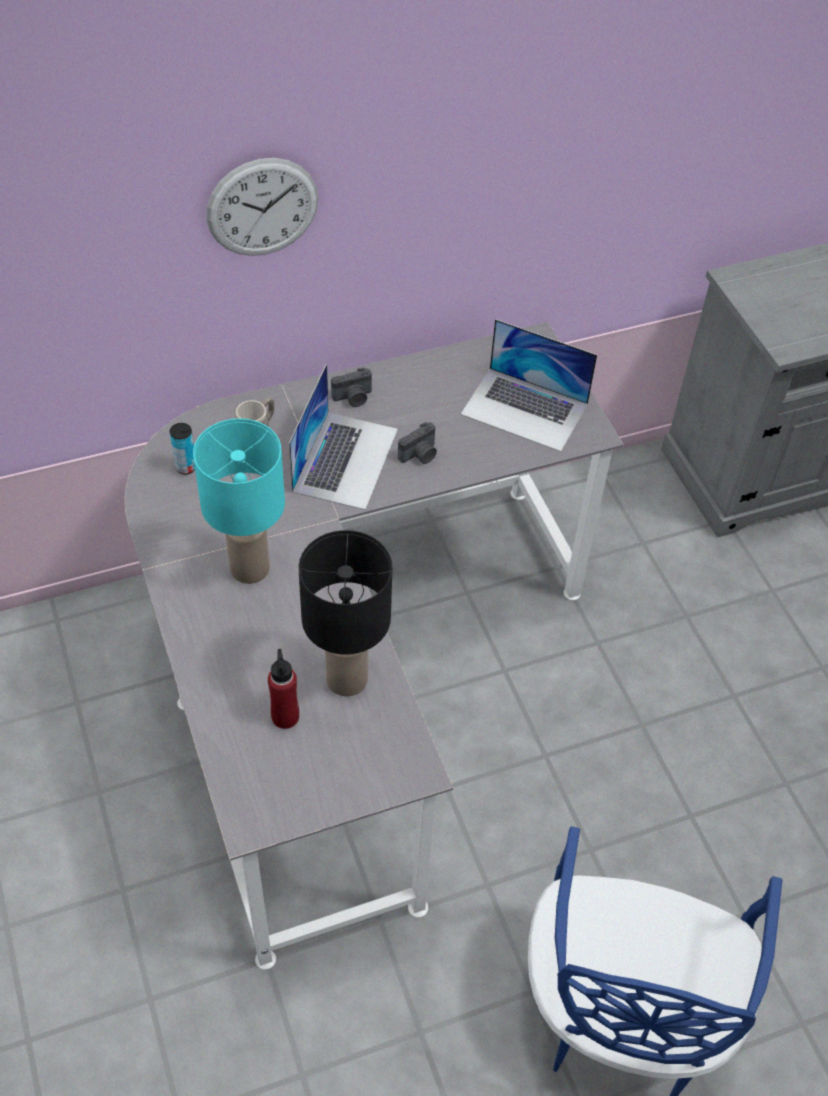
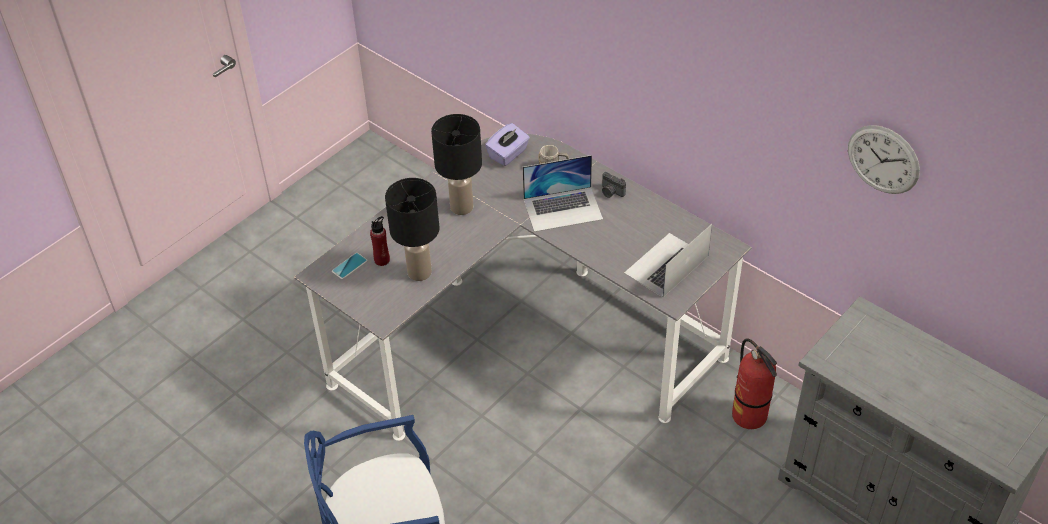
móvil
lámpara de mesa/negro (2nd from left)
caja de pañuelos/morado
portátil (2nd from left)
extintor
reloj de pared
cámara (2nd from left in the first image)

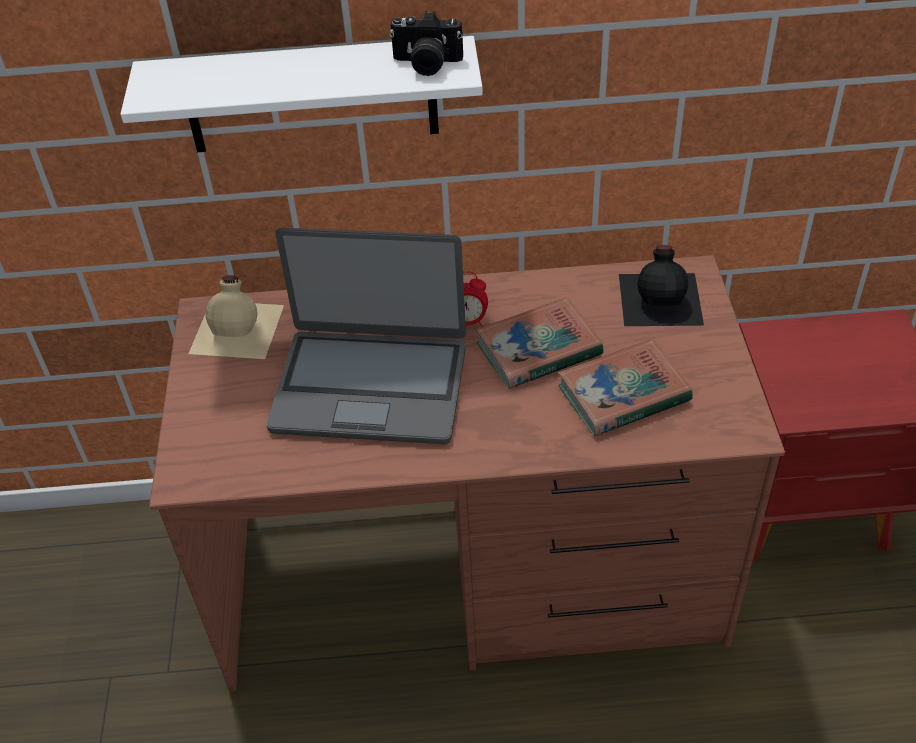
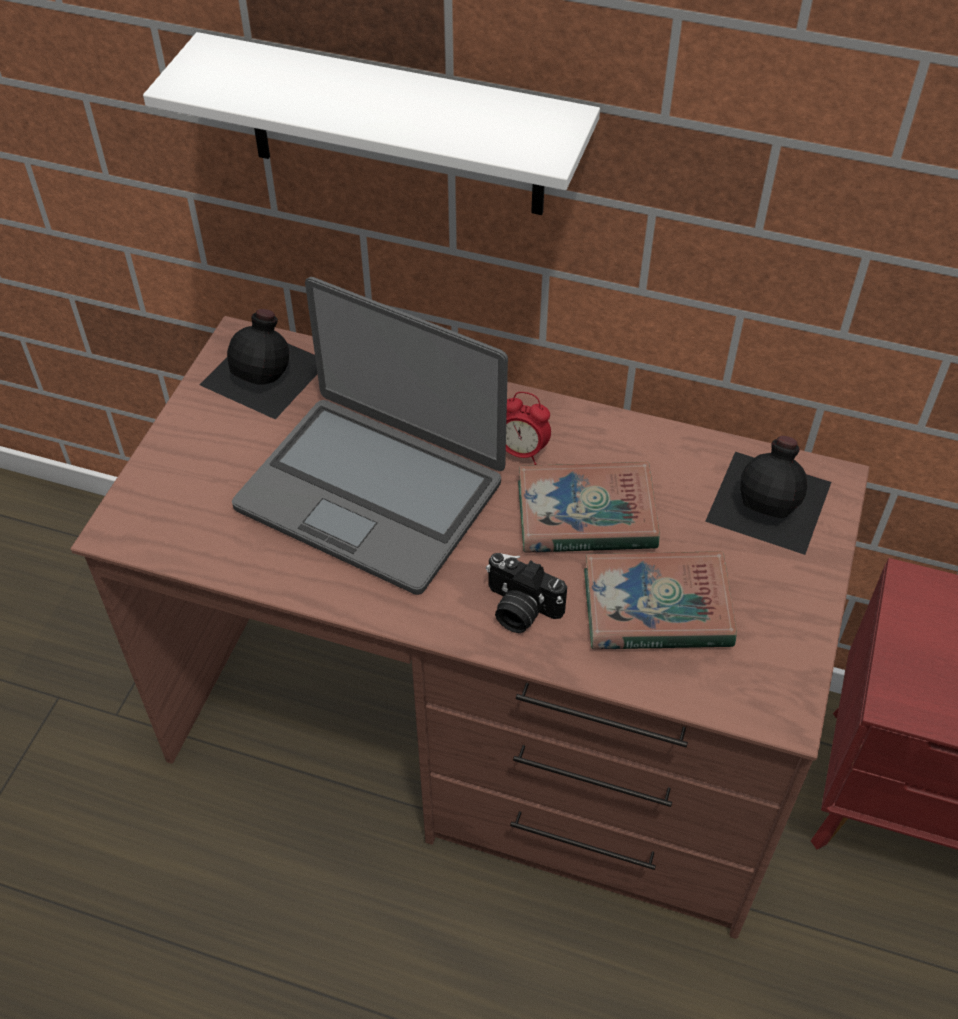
botella/negro (1st from left)
cámara

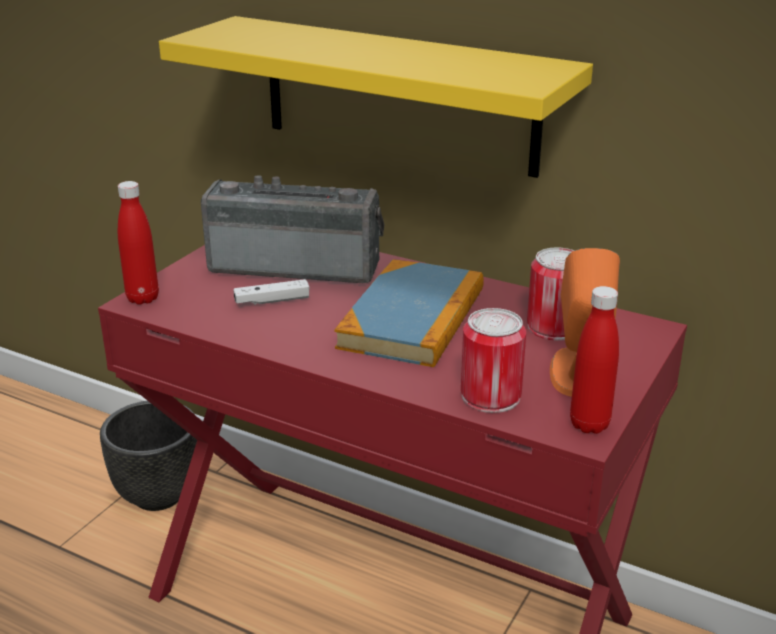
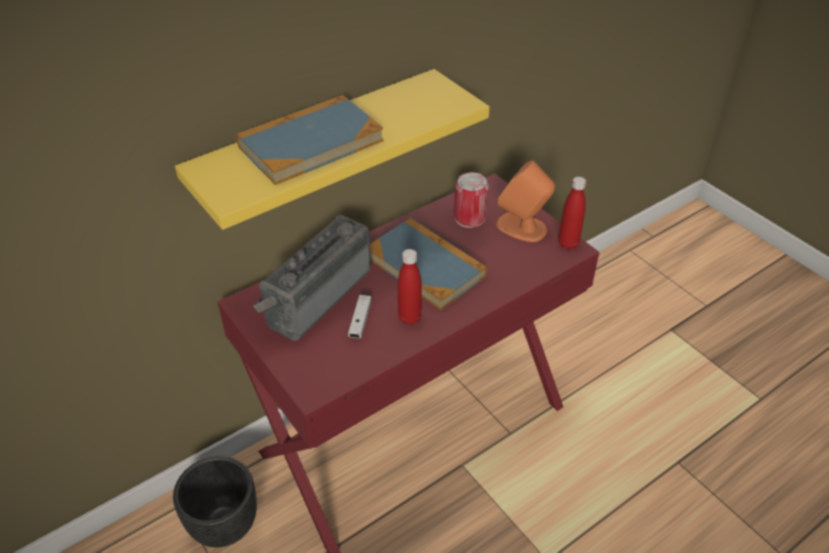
libro (1st from left)
botella/rojo (1st from left)
lata (1st from left in the first image)

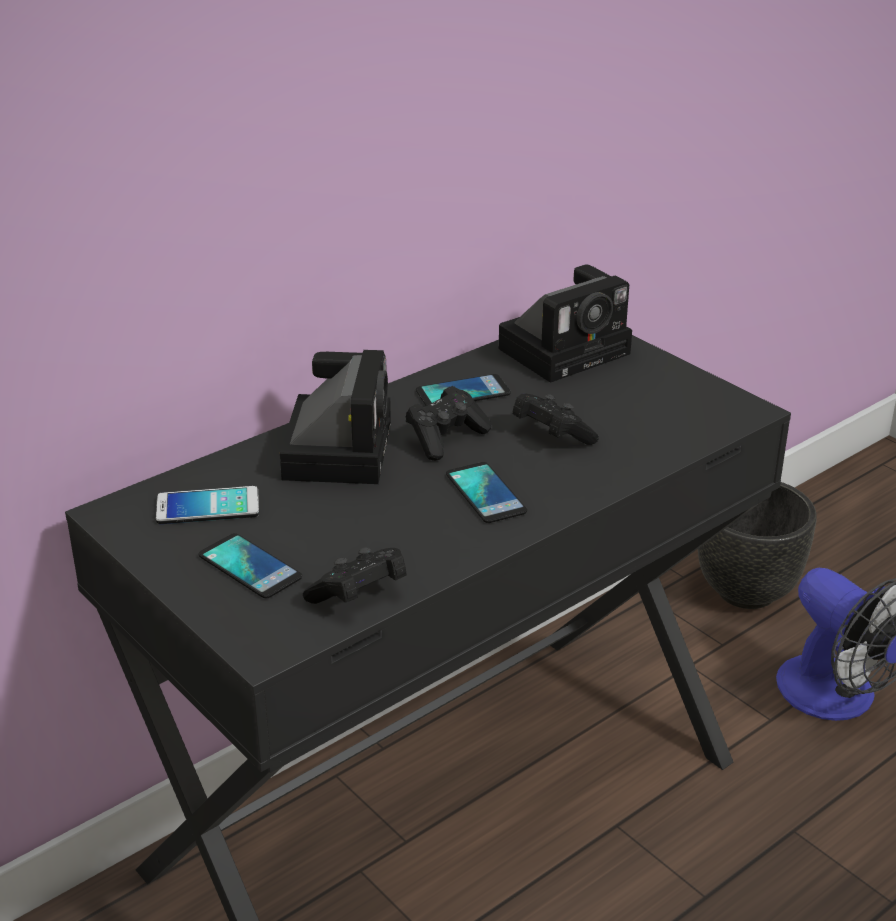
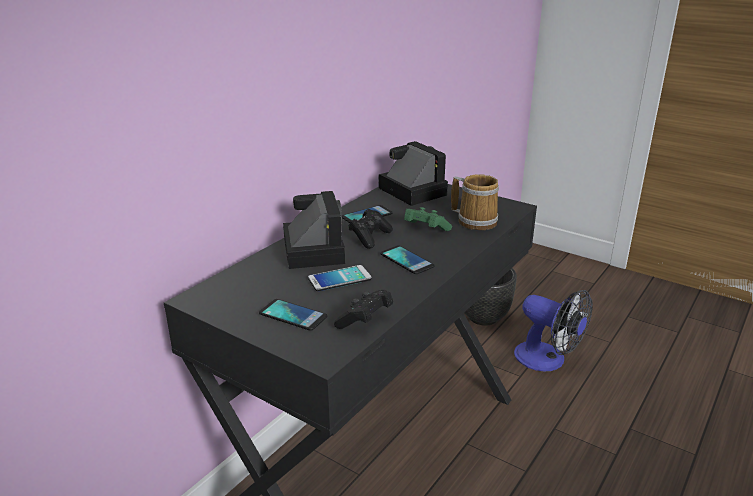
móvil (2nd from left)
cámara (2nd from left)
mando de consola/verde
taza grande

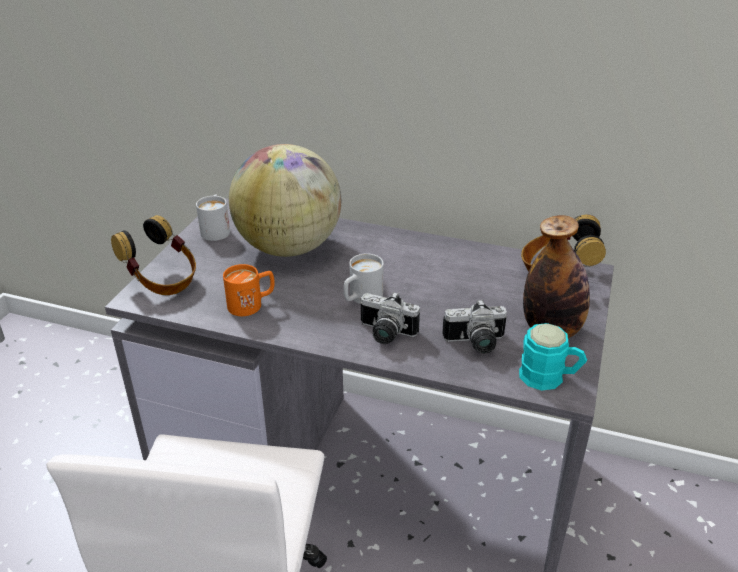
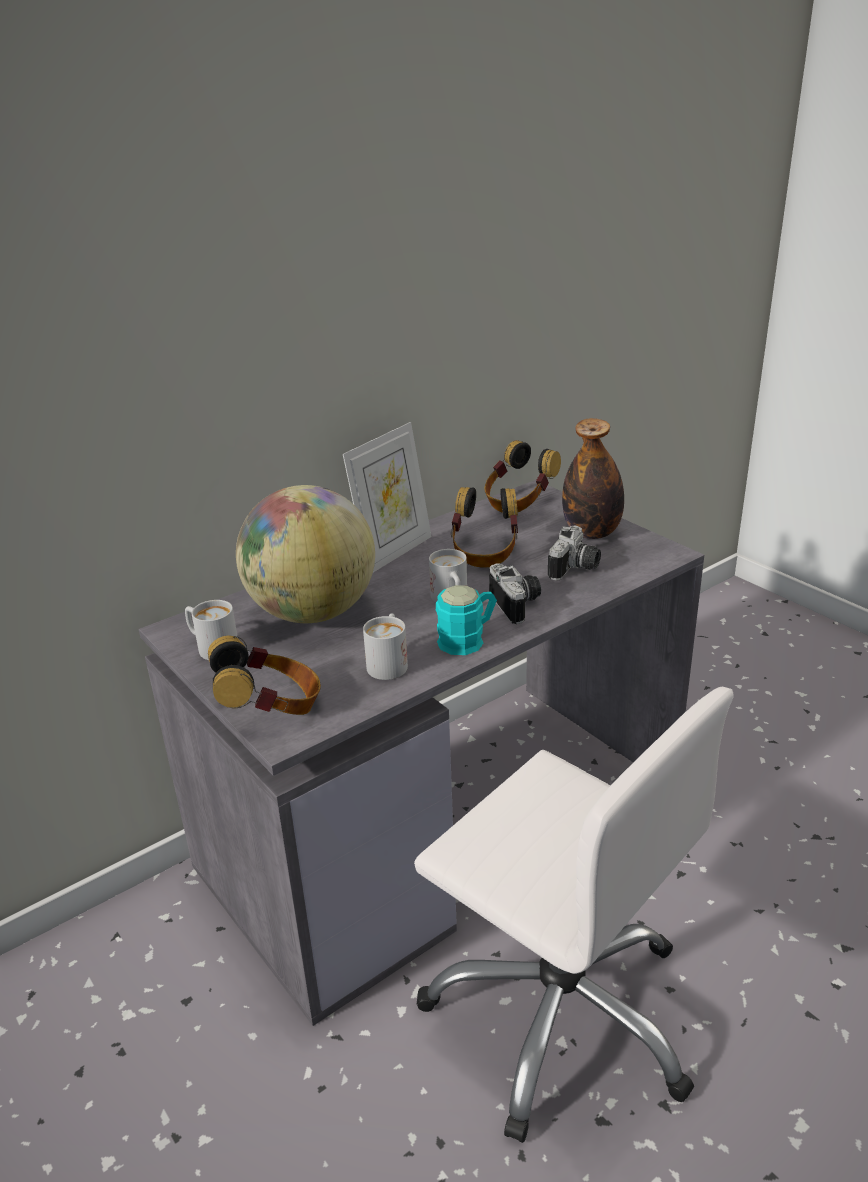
portarretratos
taza grande/blanco (2nd from left)
taza grande/turquesa
auriculares (2nd from left)
cámara (1st from left)

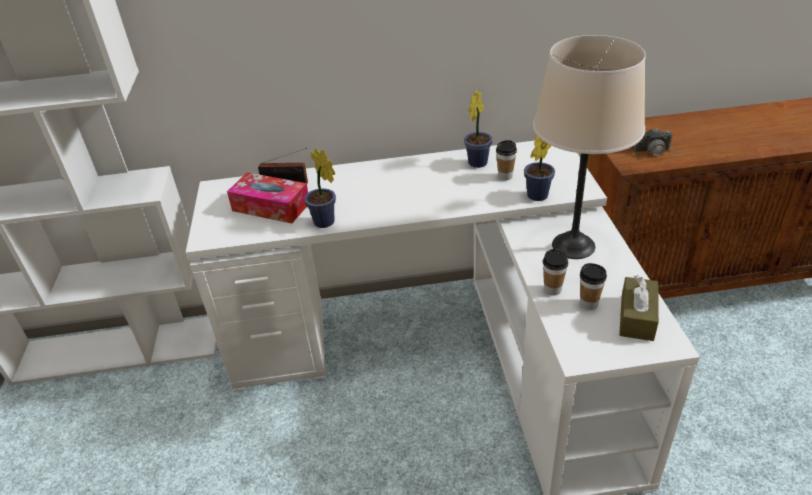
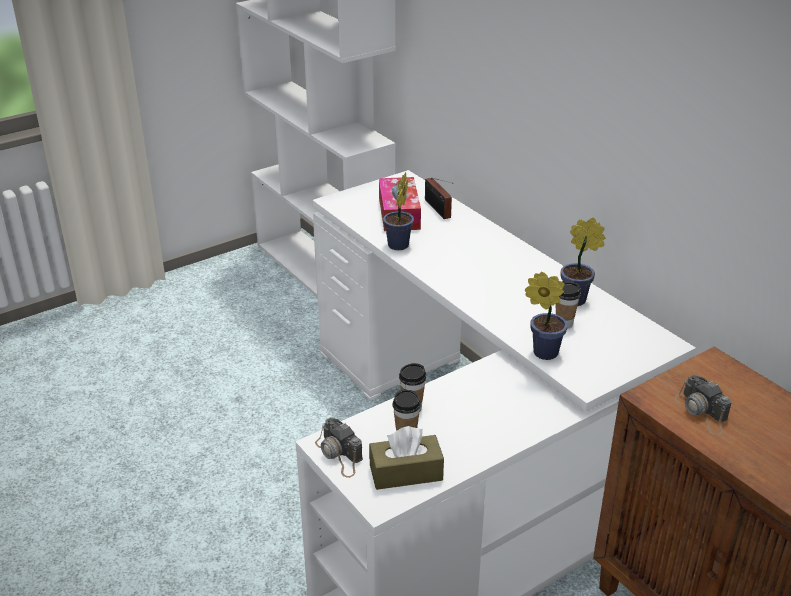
cámara (1st from left)
lámpara de mesa/beis

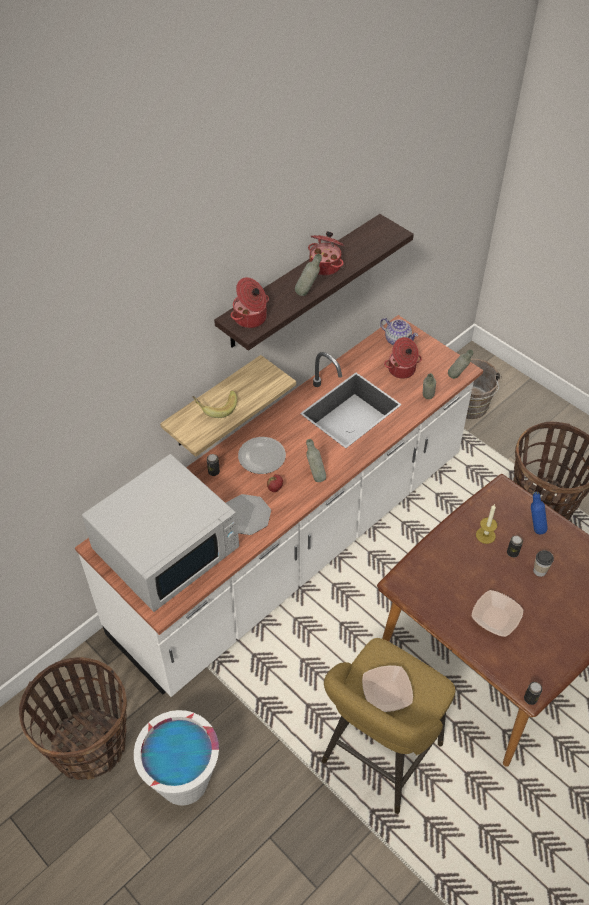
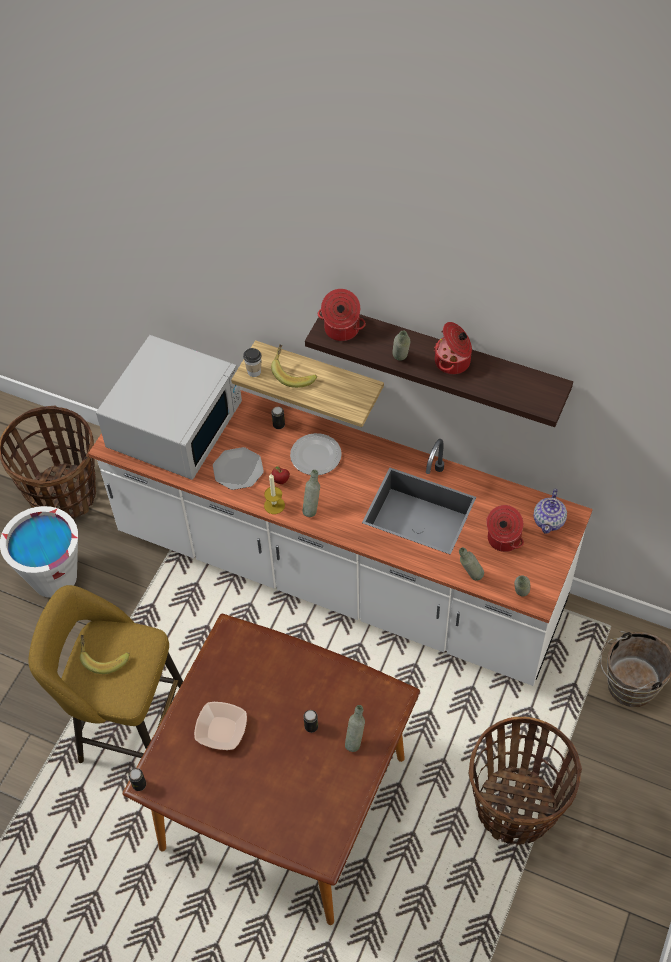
plátano (1st from left)
microondas/blanco
taza
vela
botella/gris (2nd from left)

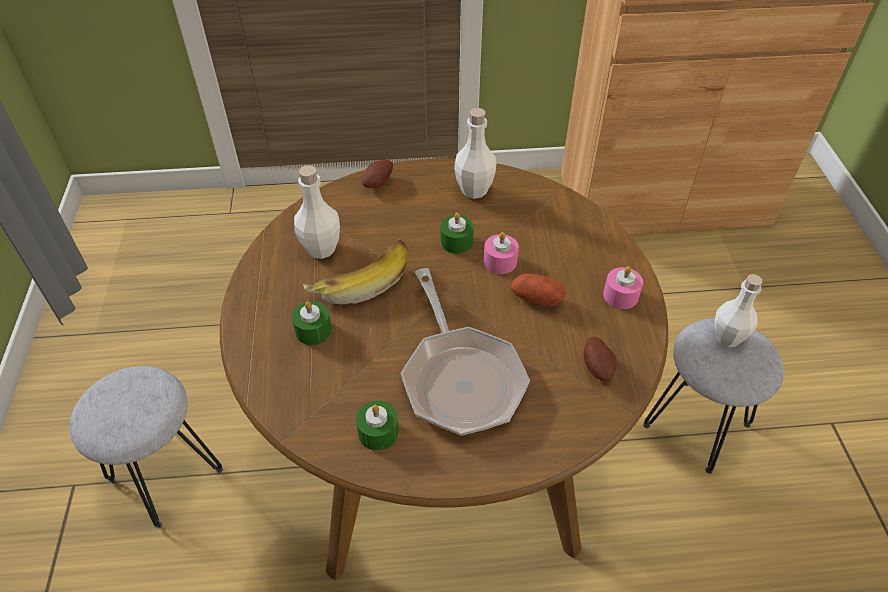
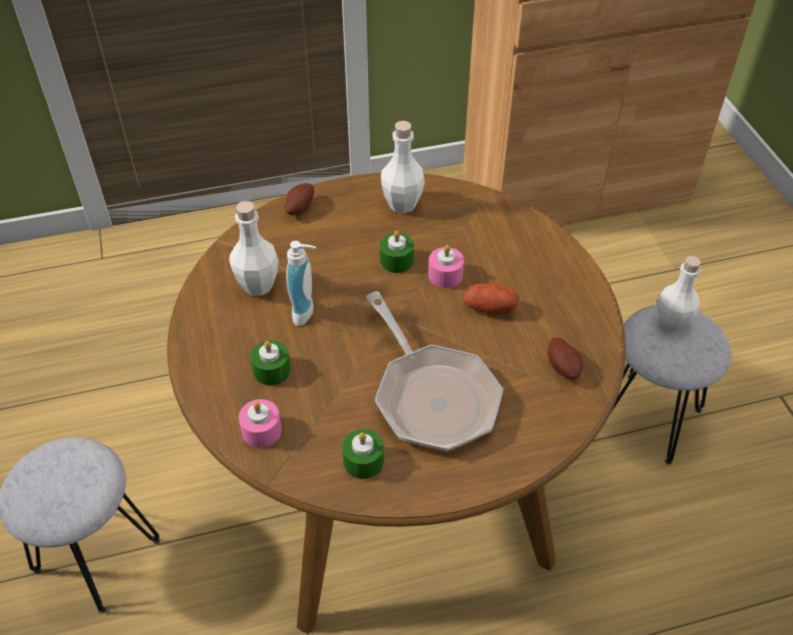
vela/rosa (1st from left)
dispensador de jabón

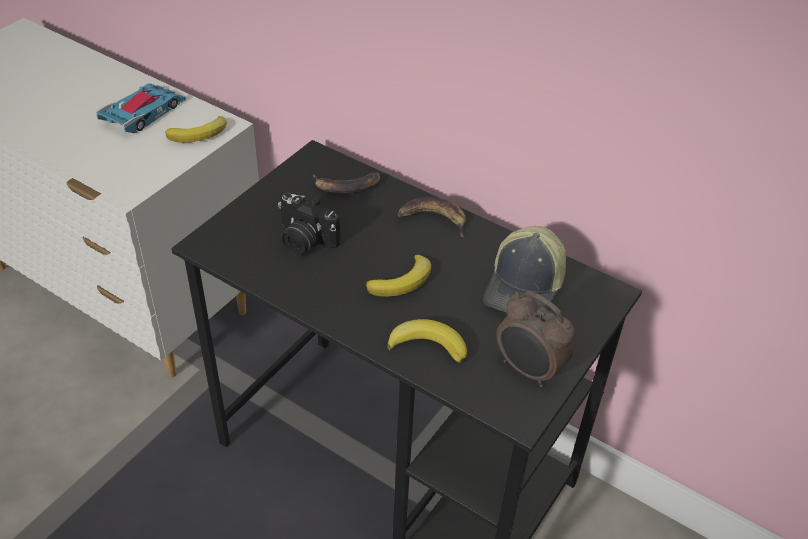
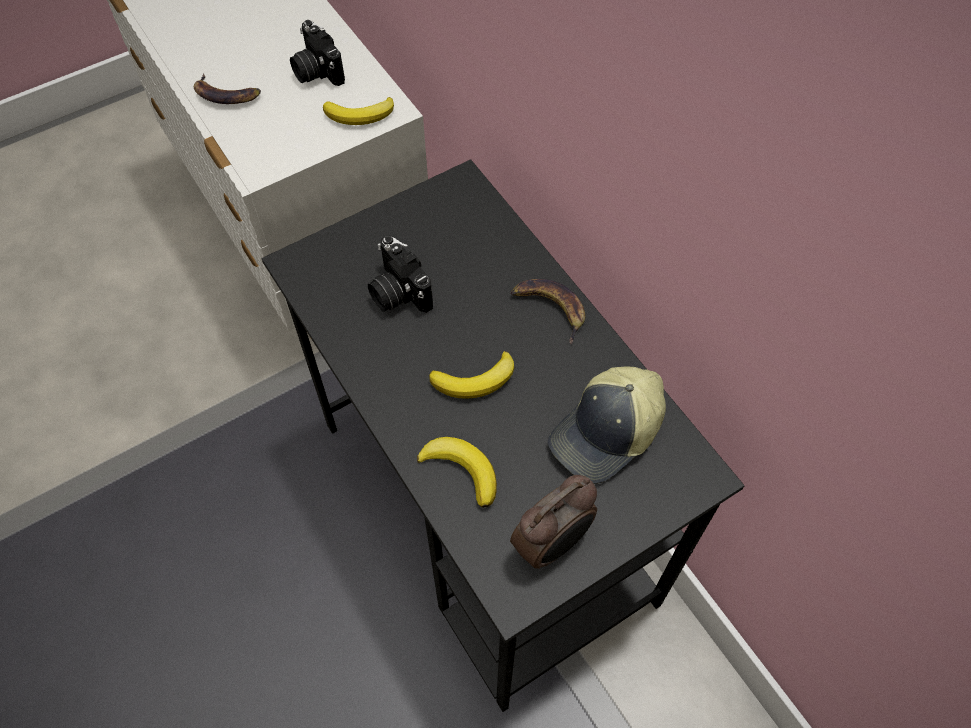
plátano (1st from left)
cámara (1st from left)
despertador

